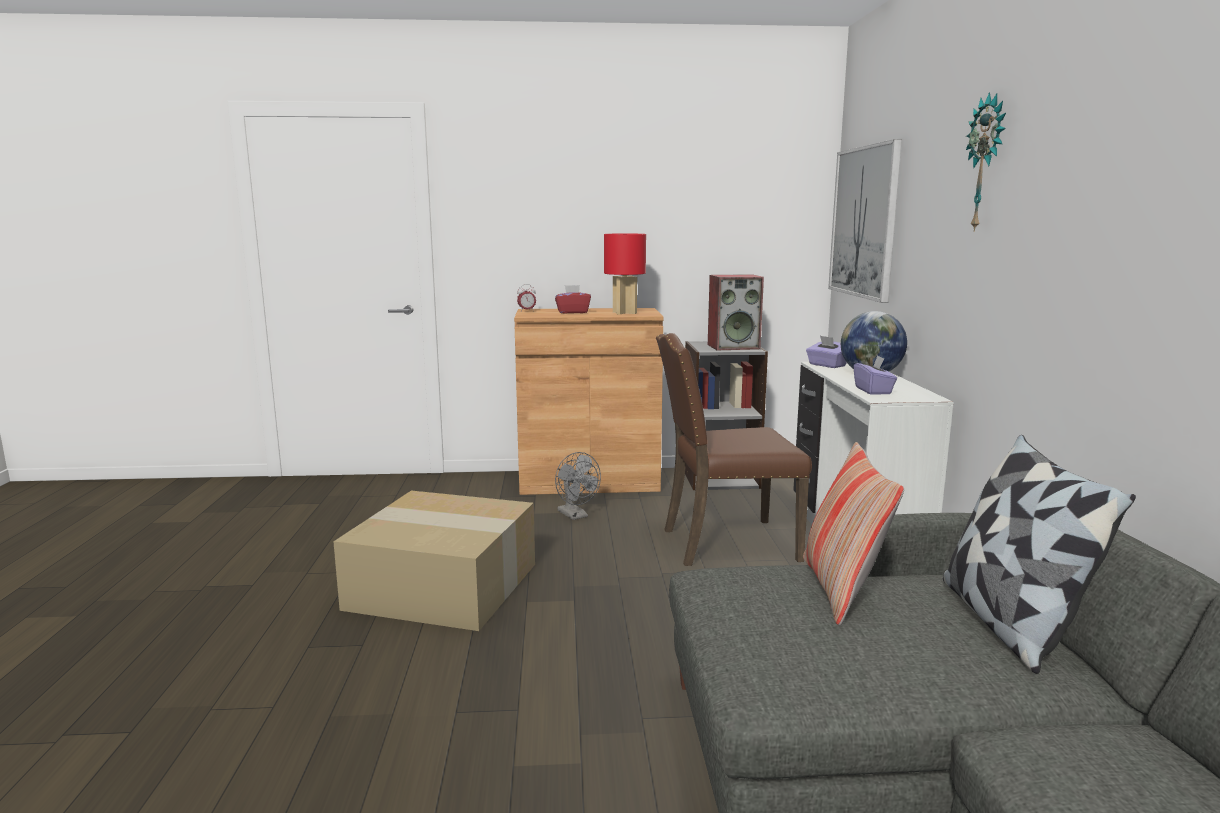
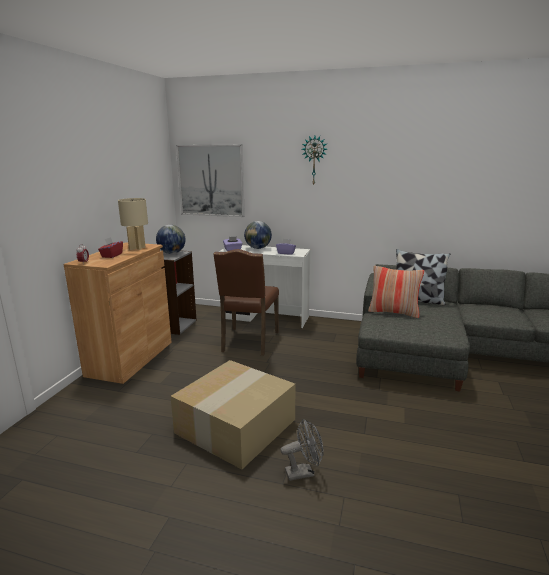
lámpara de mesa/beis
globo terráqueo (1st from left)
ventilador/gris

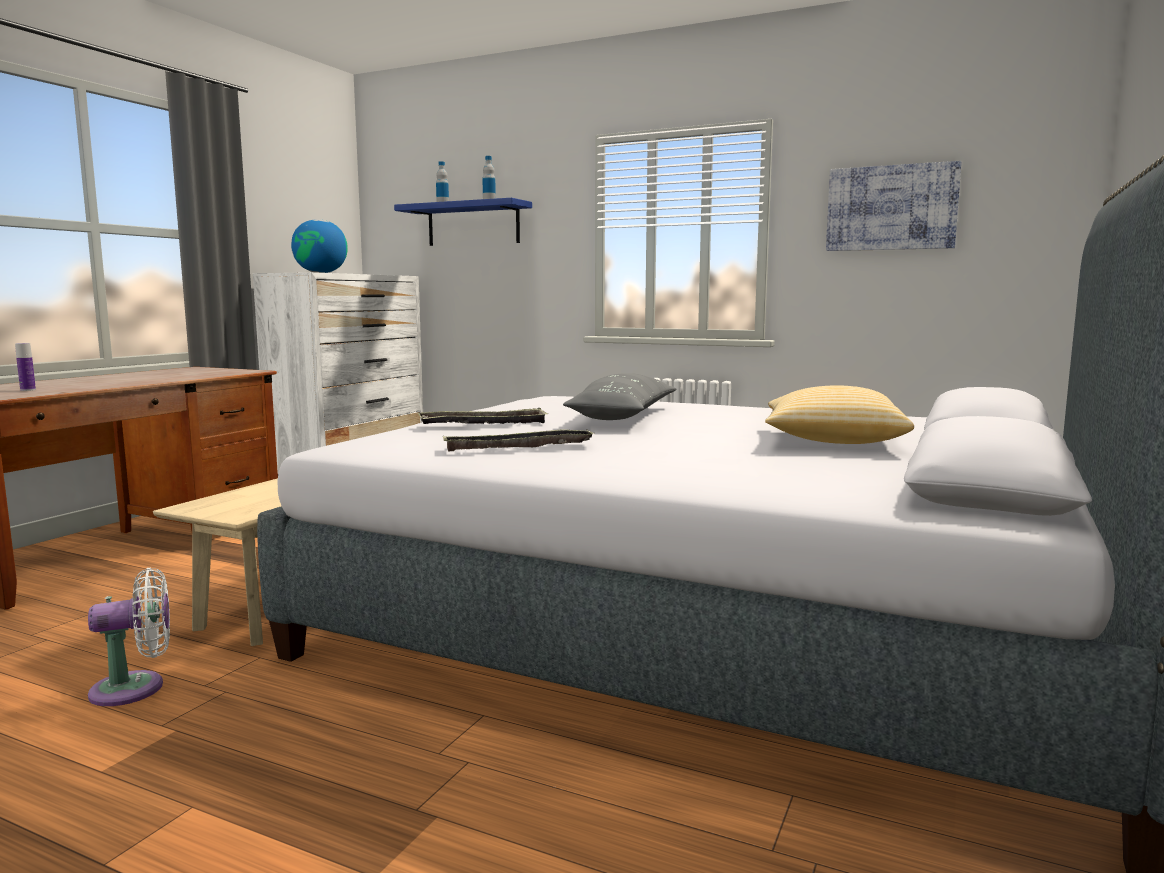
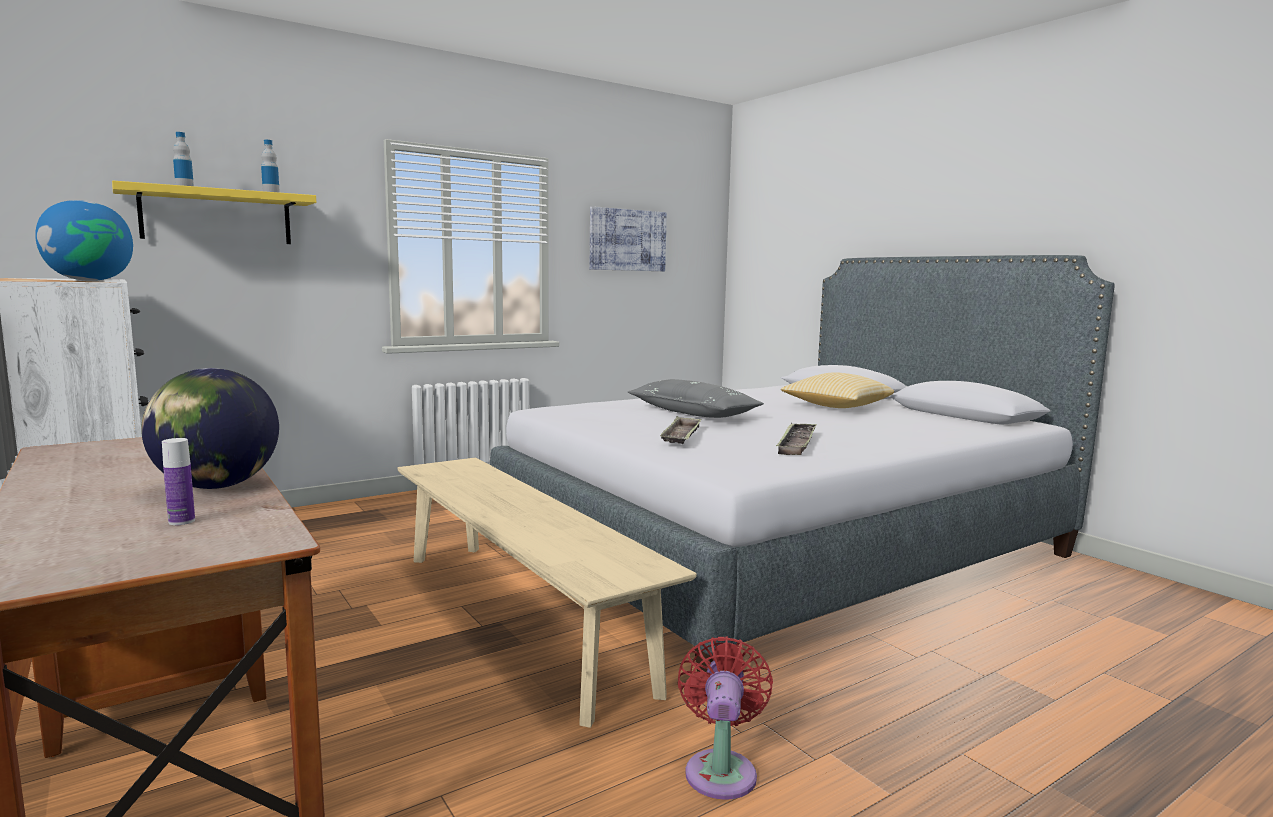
estante/amarillo
globo terráqueo (2nd from left)
ventilador/rojo

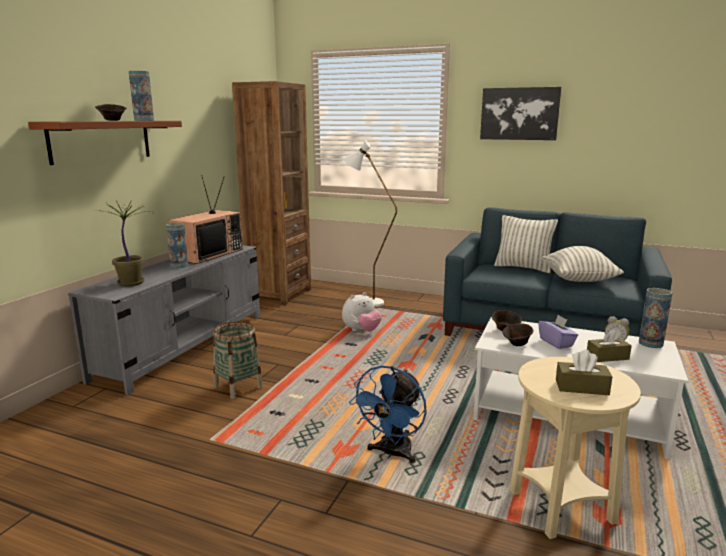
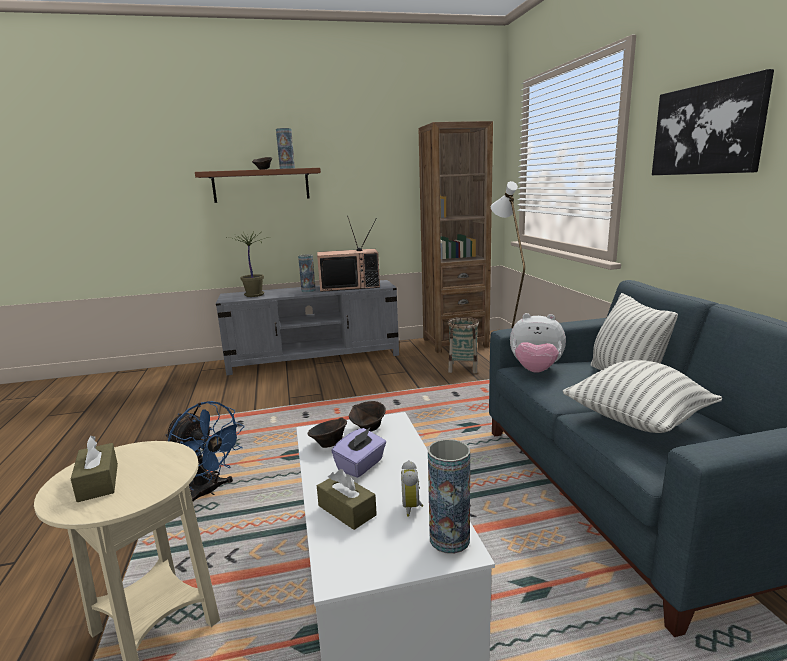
ventilador/azul
cesta
peluche

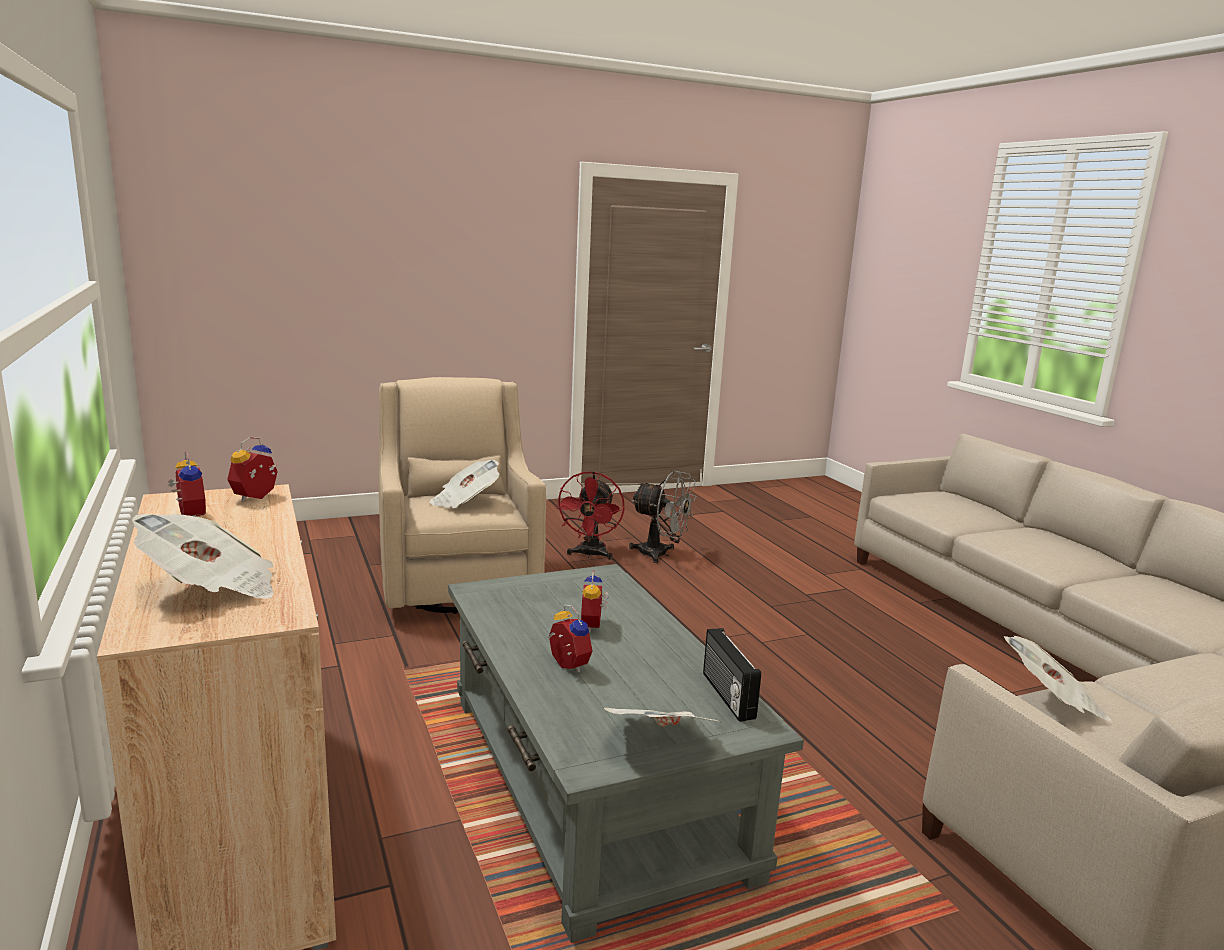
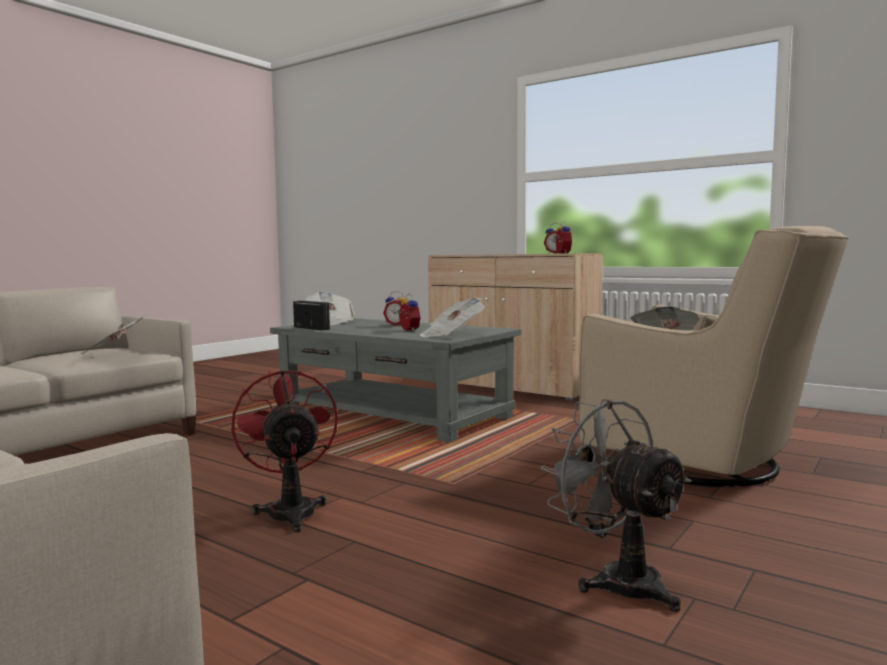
ventilador/rojo
periódico (3rd from left)
ventilador/gris

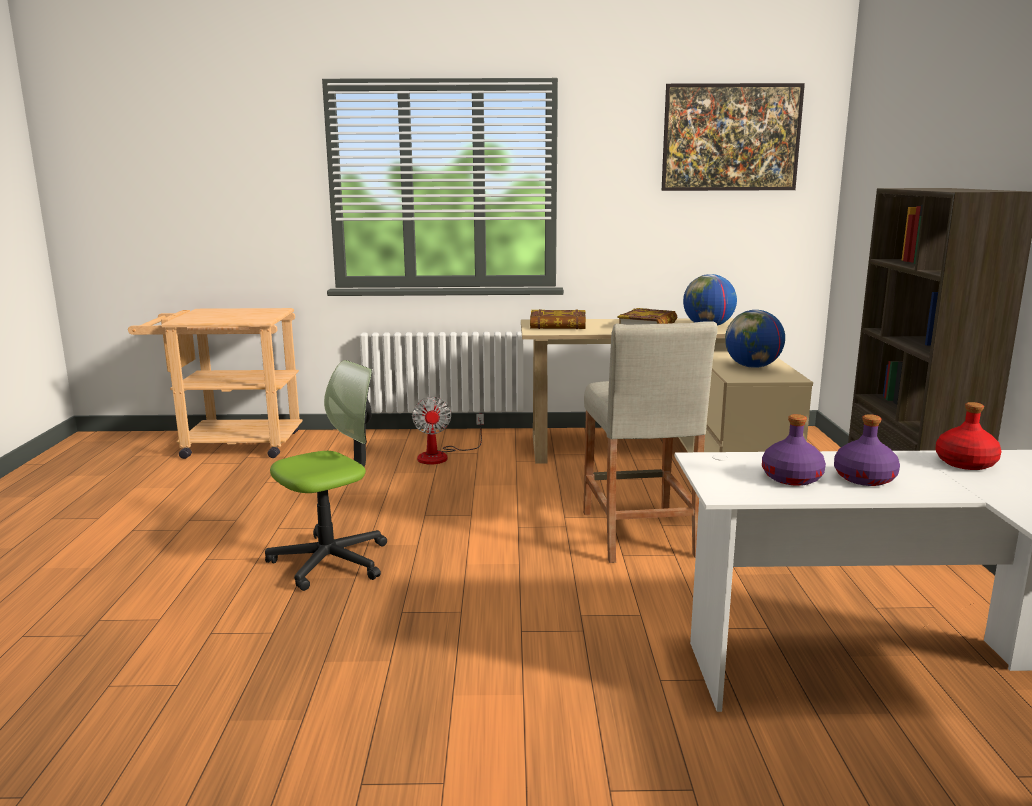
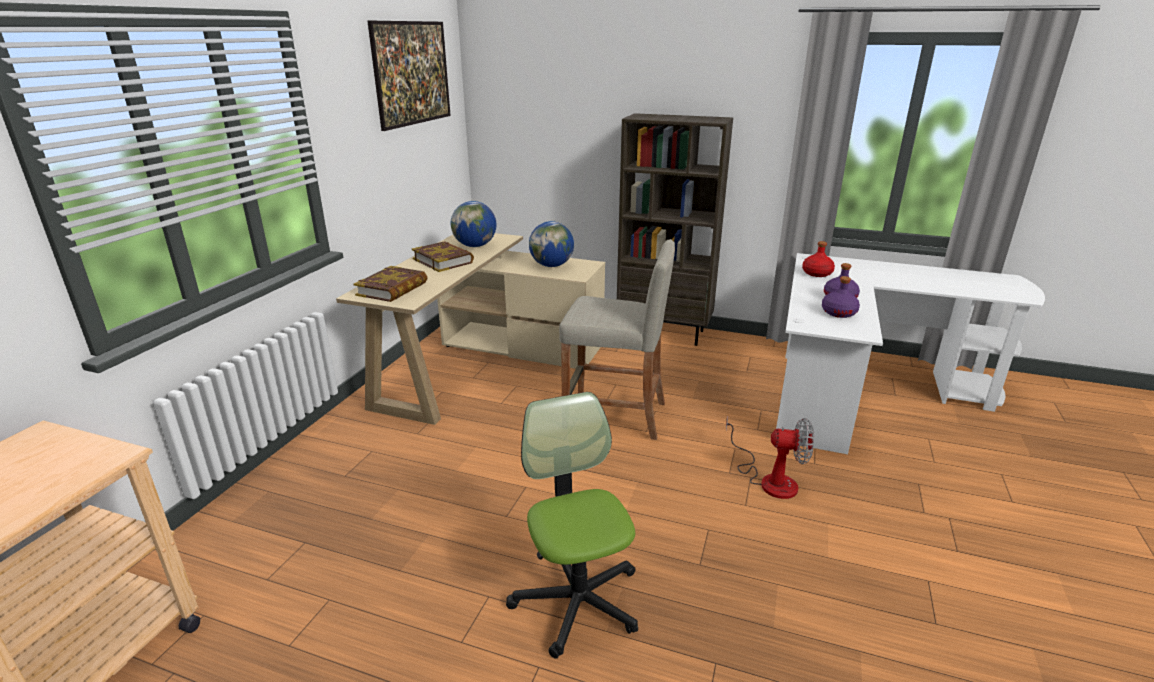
ventilador

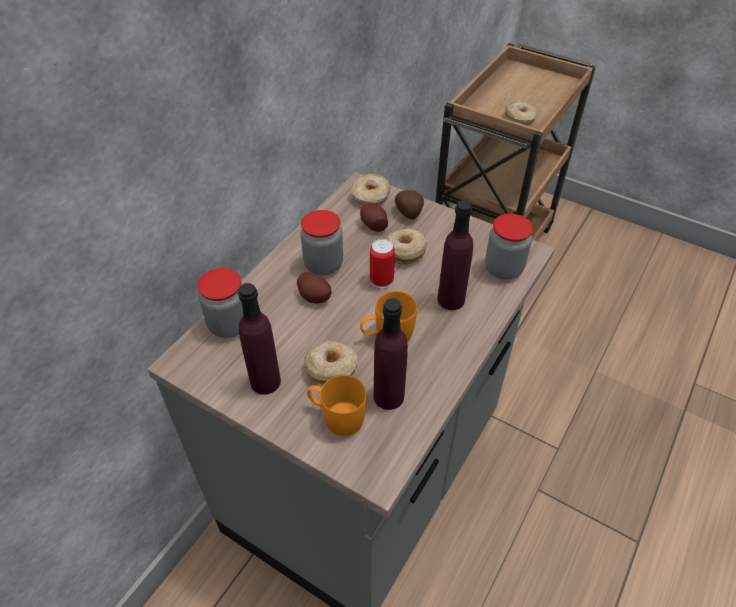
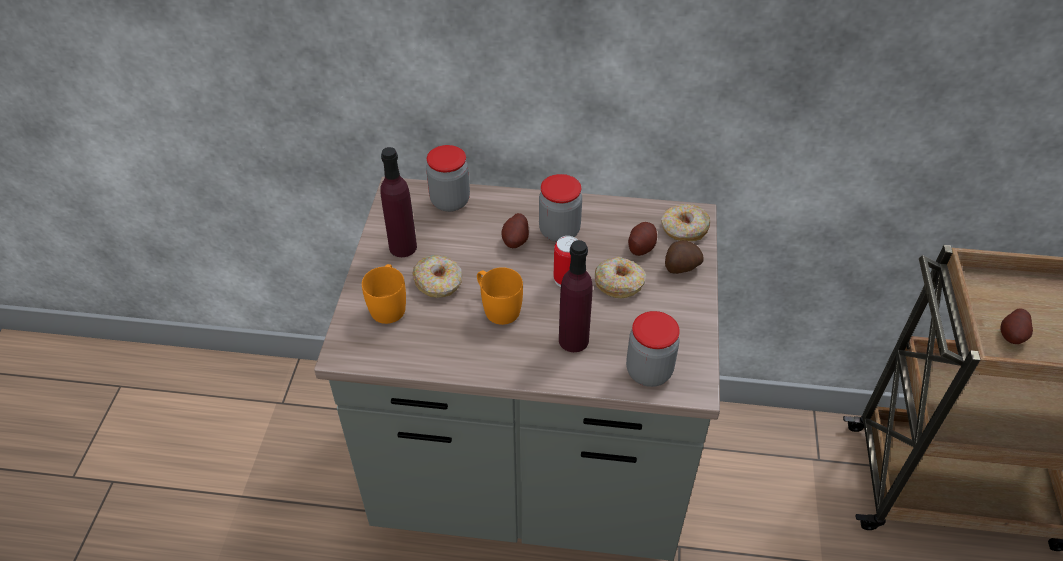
patata (4th from left)
botella/morado (2nd from left in the first image)

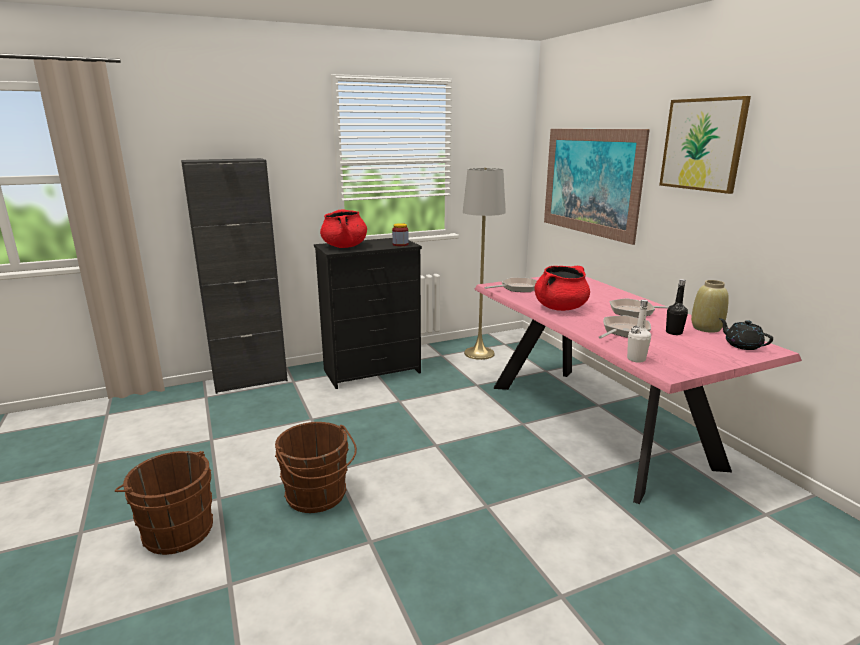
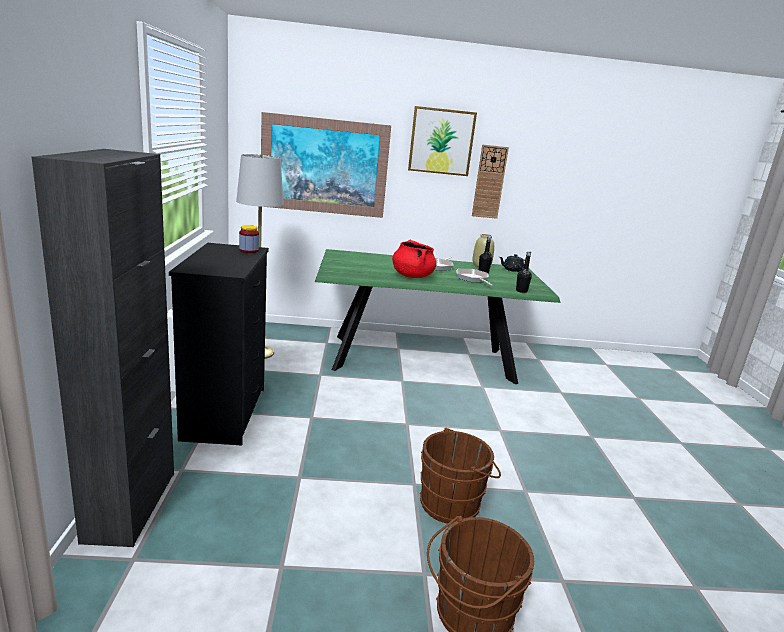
mesa de comedor/verde
reloj de pared
botella/negro (2nd from left)
olla/rojo (1st from left in the first image)
sartén (1st from left in the first image)

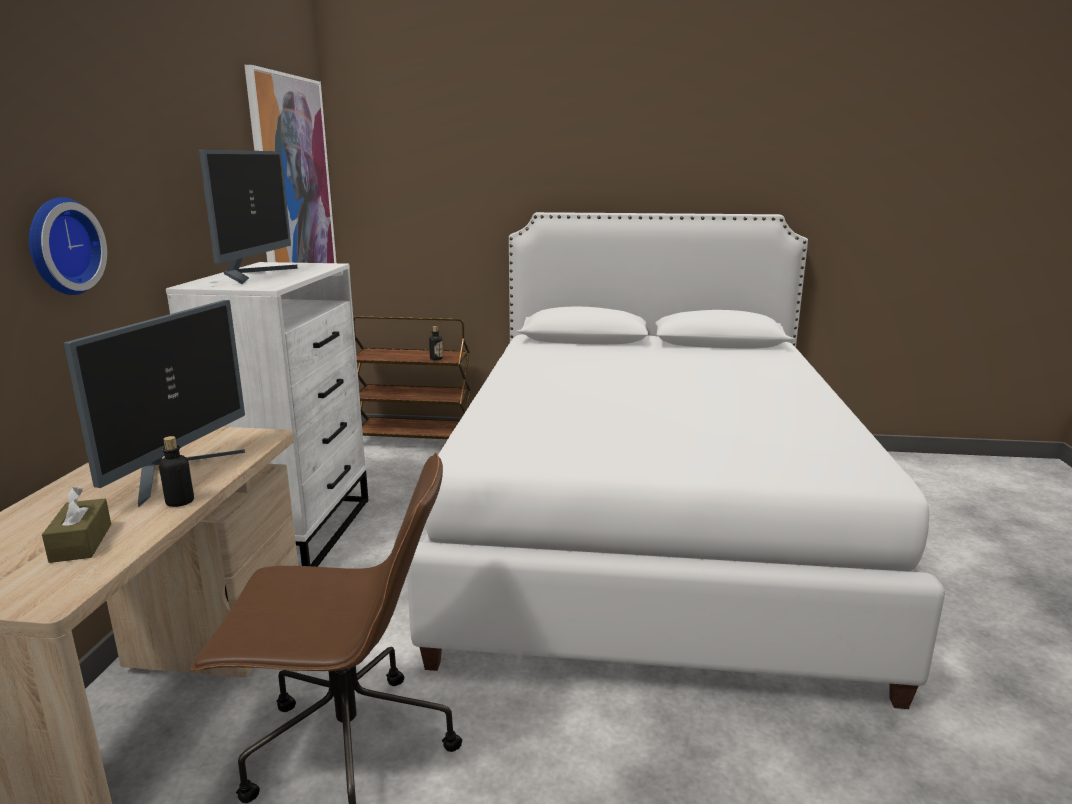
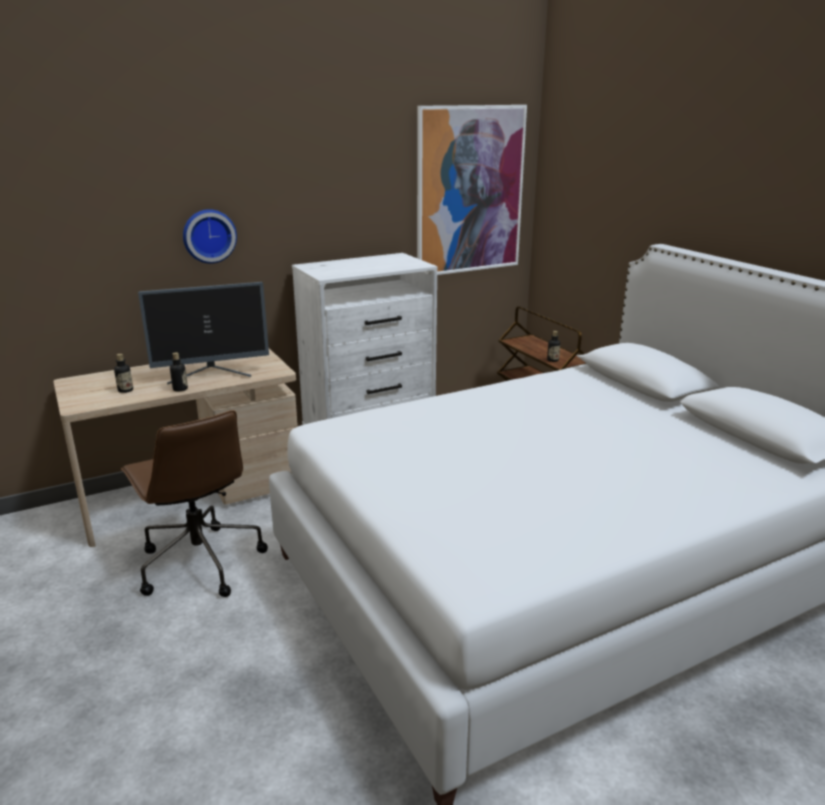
botella (1st from left)
monitor (2nd from left in the first image)

